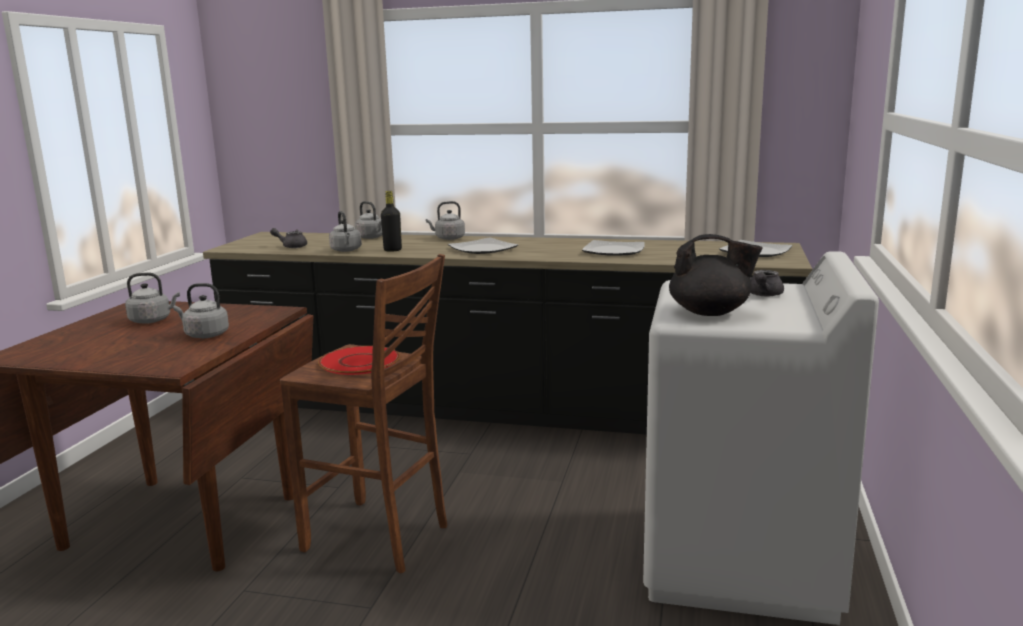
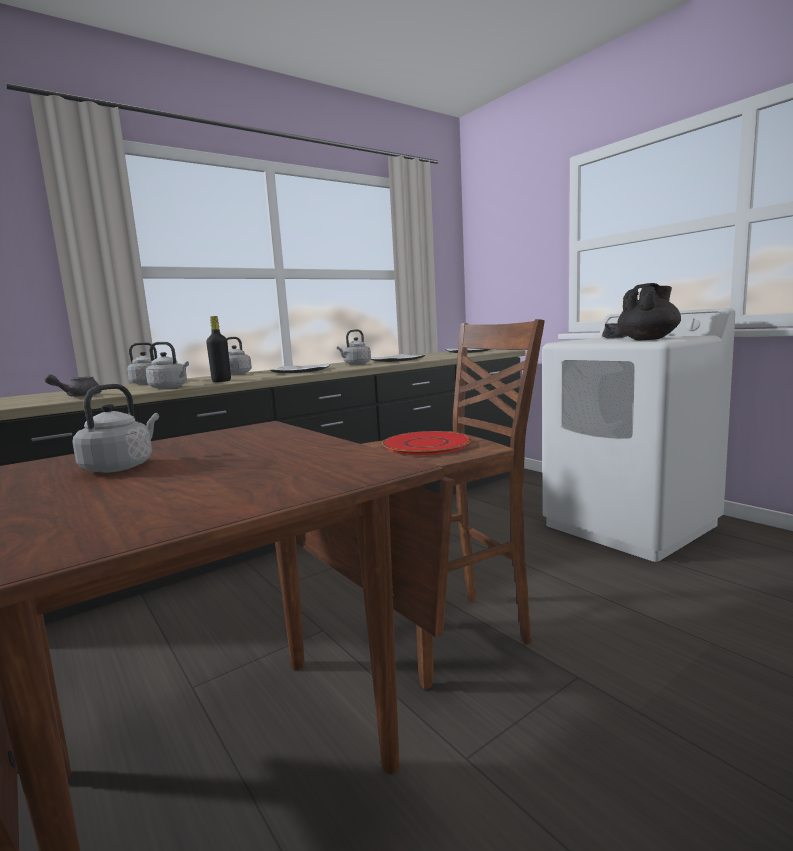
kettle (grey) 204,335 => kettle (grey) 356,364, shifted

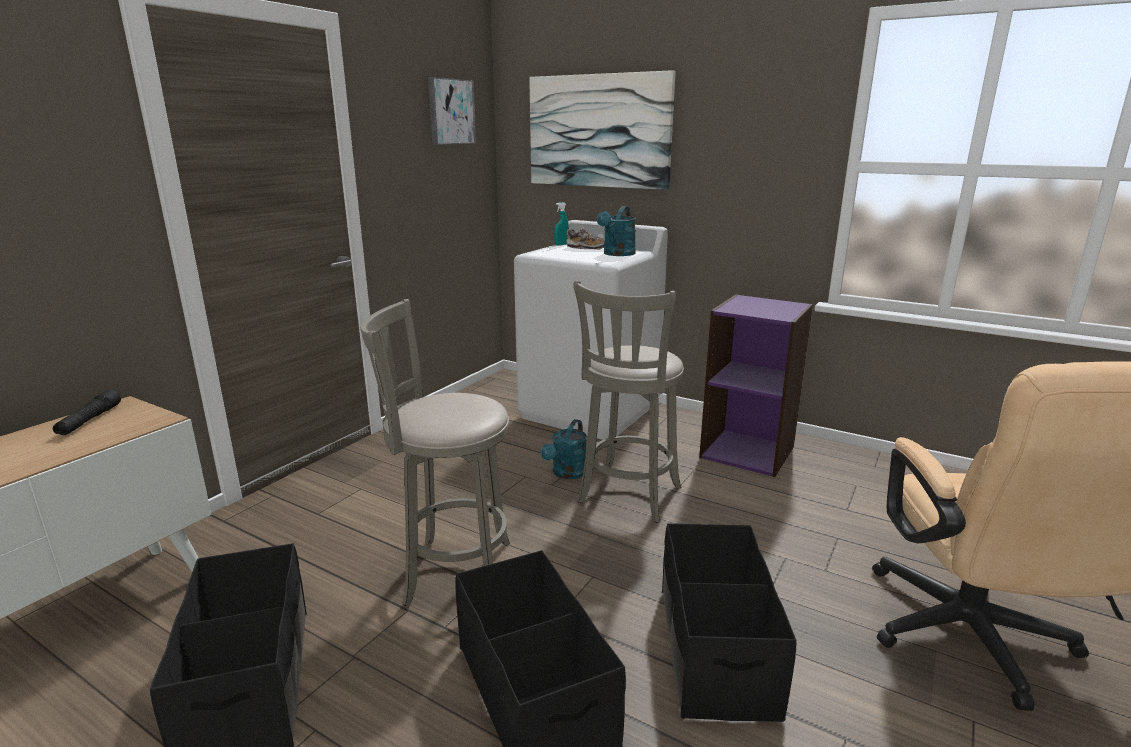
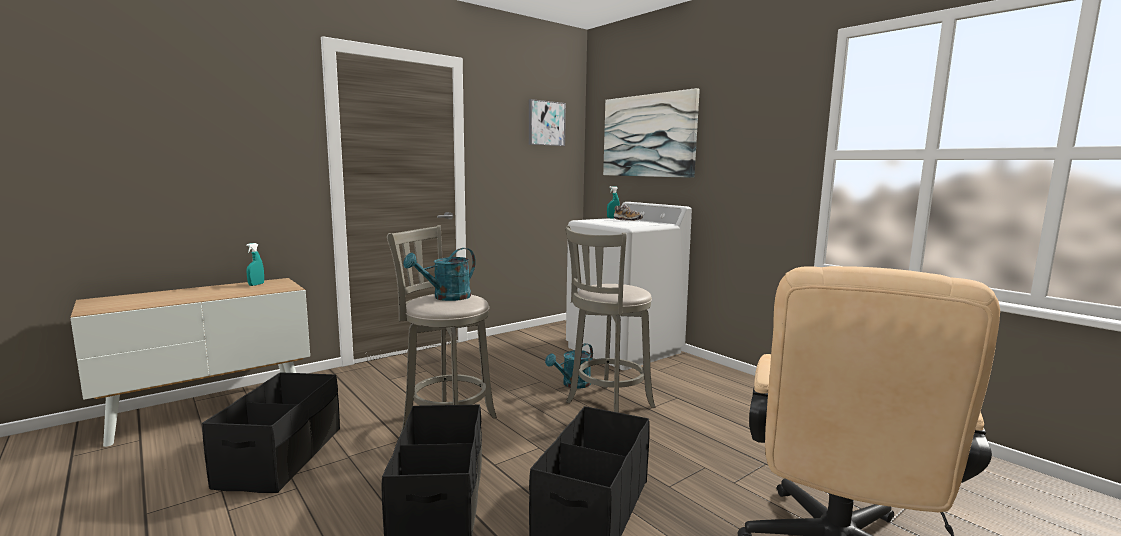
watering can (turquoise) 617,254 => watering can (turquoise) 446,298, shifted
bookcase (purple) 747,451 => nothing
flashlight (black) 90,420 => spray bottle (turquoise) 256,284

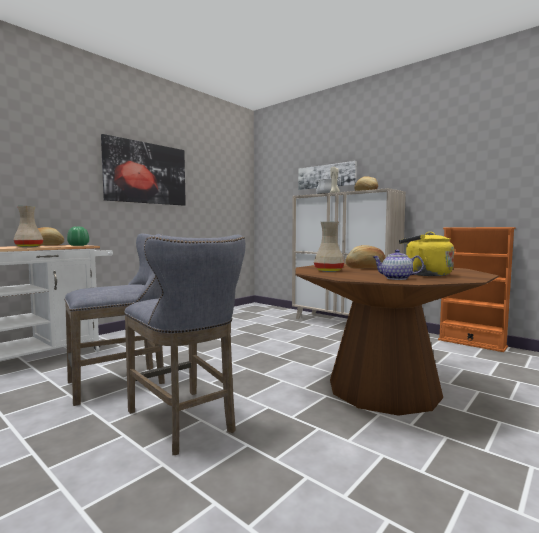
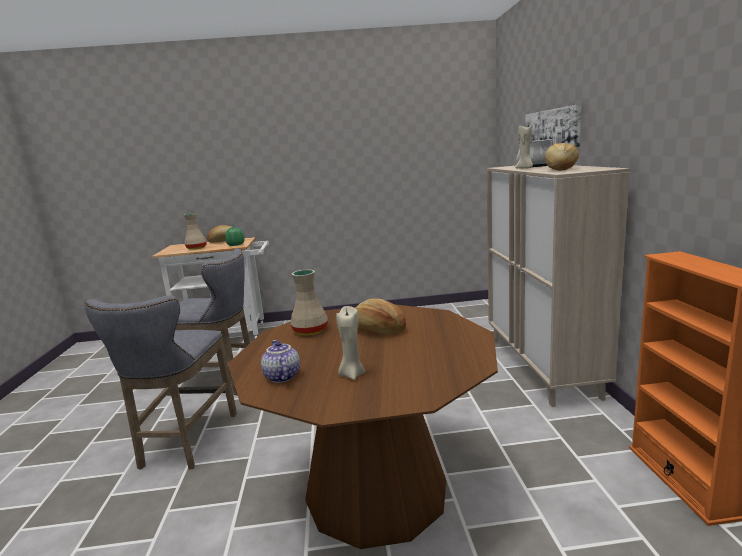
picture 146,173 => nothing
kettle (yellow) 424,274 => candle (beige) 351,374

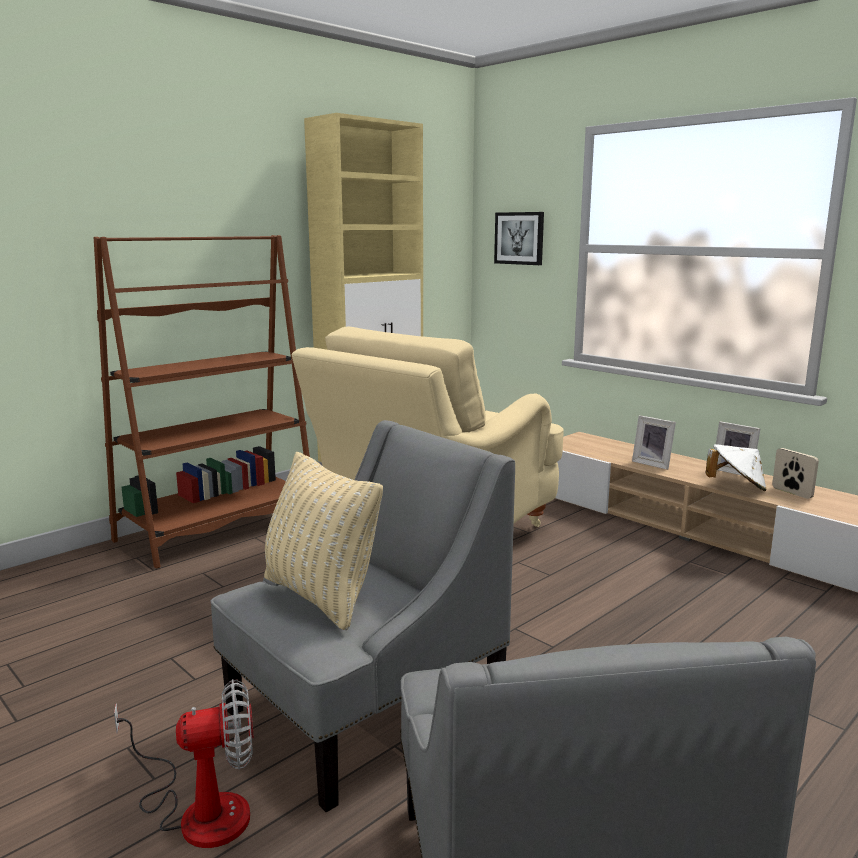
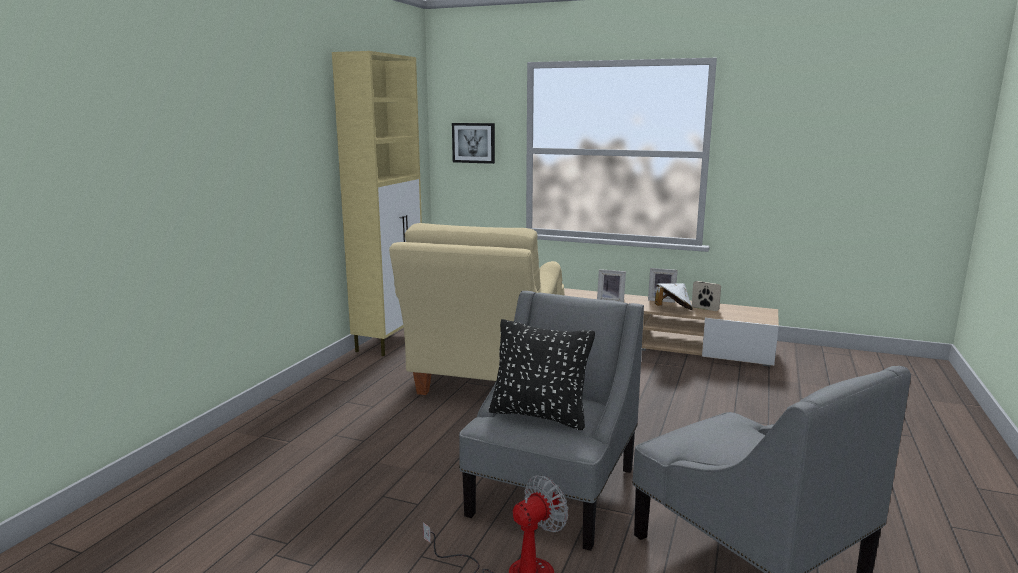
bookcase (brown) 219,529 => nothing
pillow (beige) 320,596 => pillow (black) 539,416

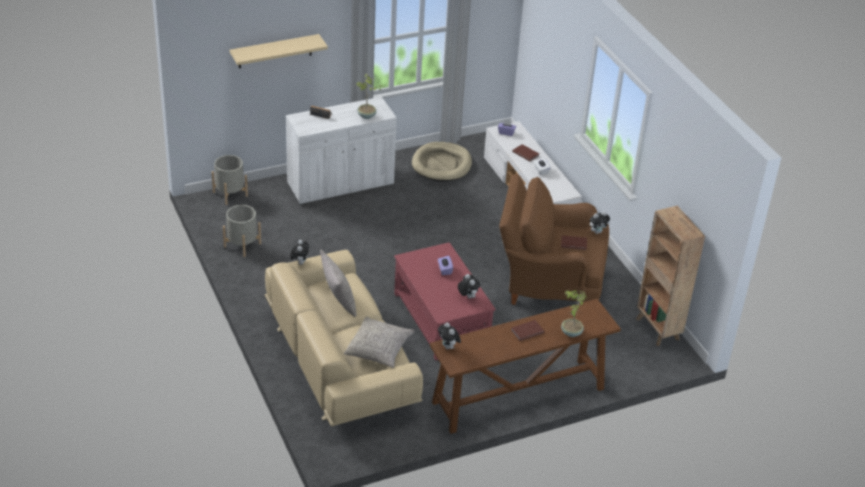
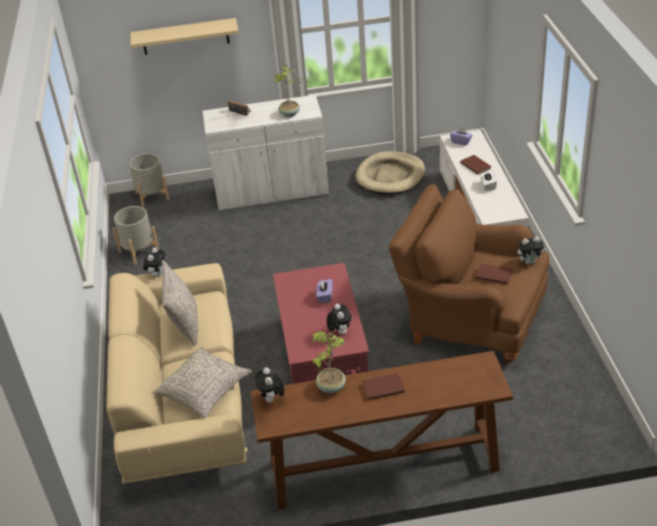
bookcase (brown) 657,330 => nothing
potted plant 570,333 => potted plant 330,387, shifted

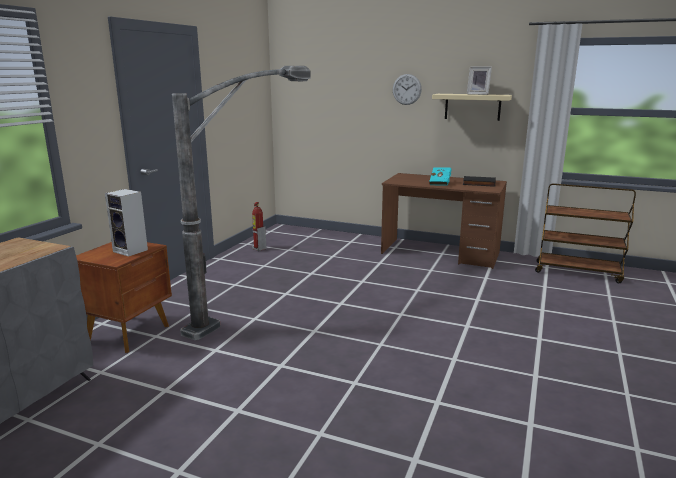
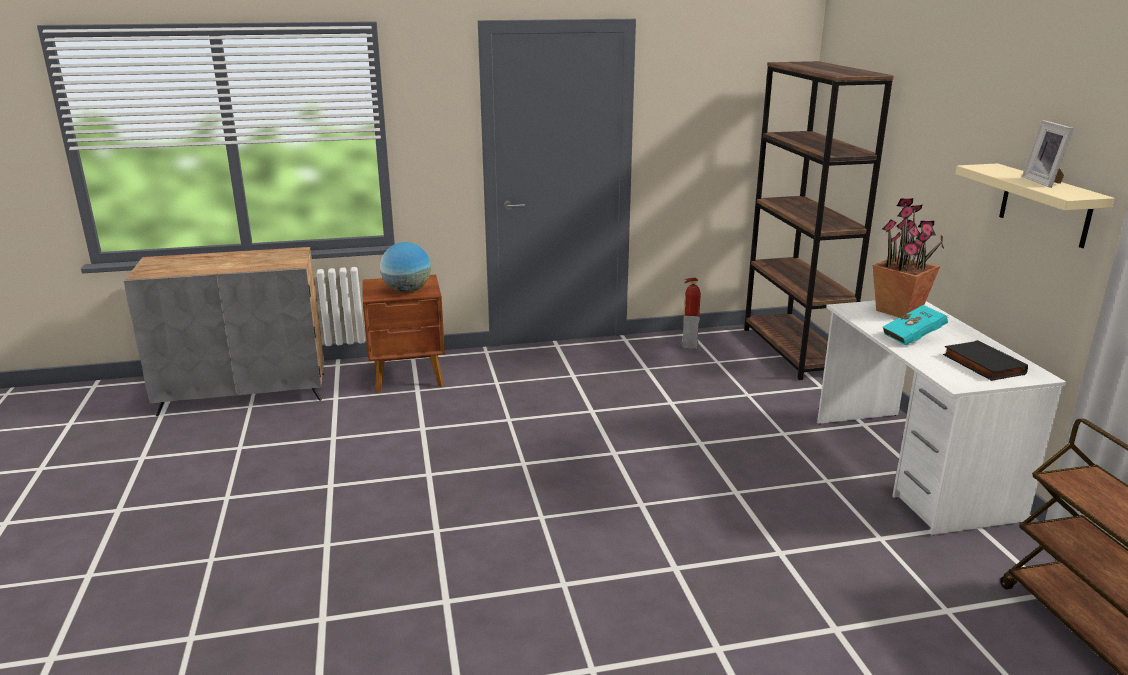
floor lamp 257,298 => nothing
wall clock 407,89 => nothing
desk (brown) 440,253 => desk (white) 911,468
speaker 131,251 => globe 407,291
nothing => bookcase (brown) 793,351
nothing => potted plant 899,311

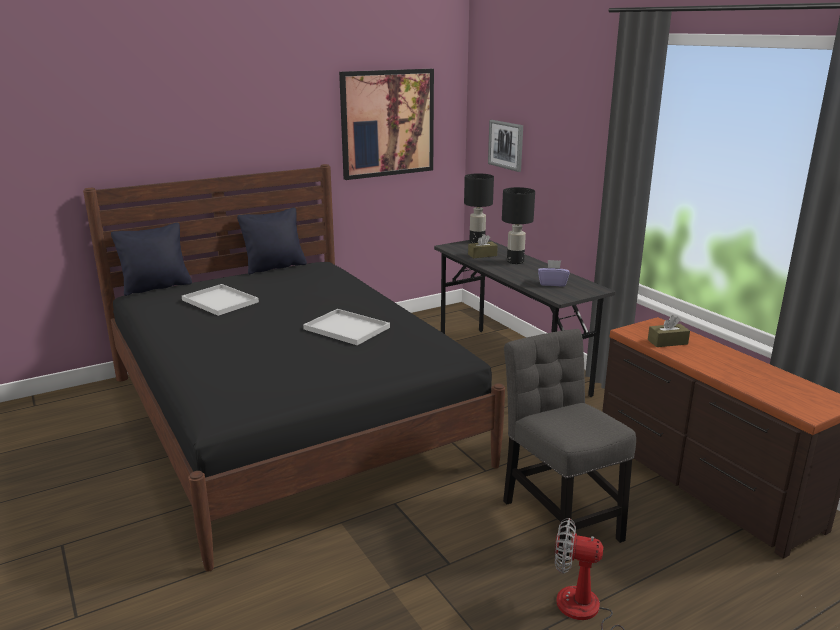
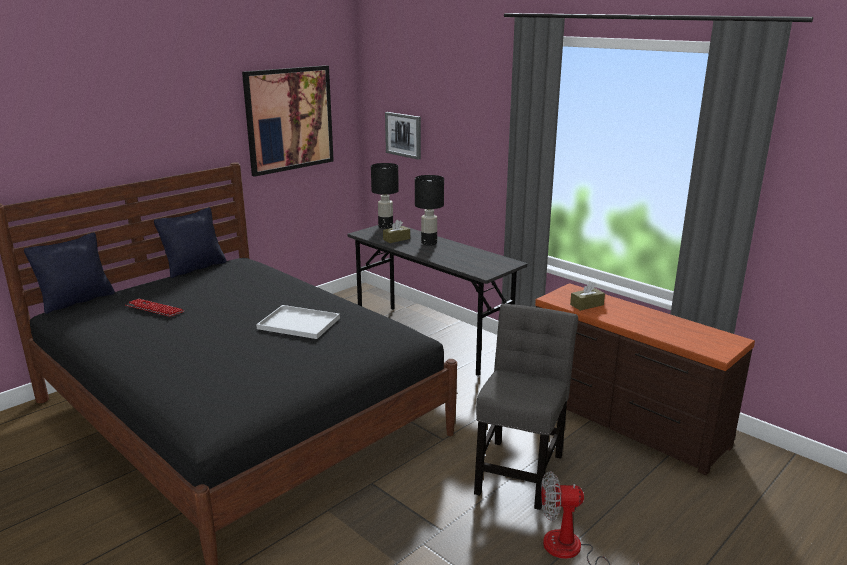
tissue box (purple) 552,283 => nothing
tray (white) 218,301 => keyboard 154,309
chair (grey) 559,515 => chair (grey) 520,469, 60 degrees clockwise

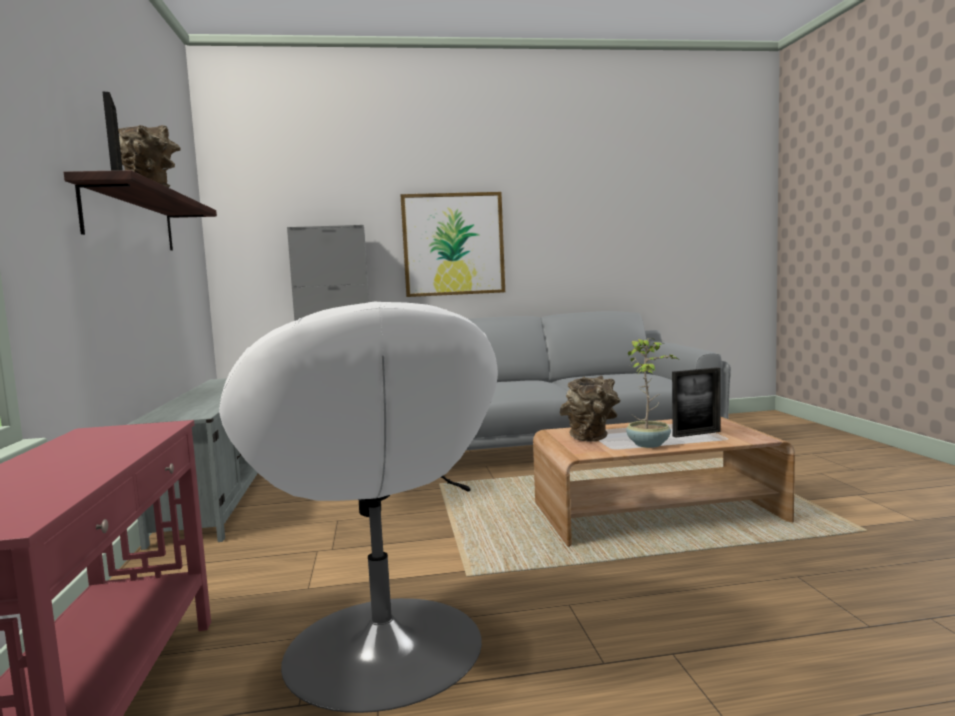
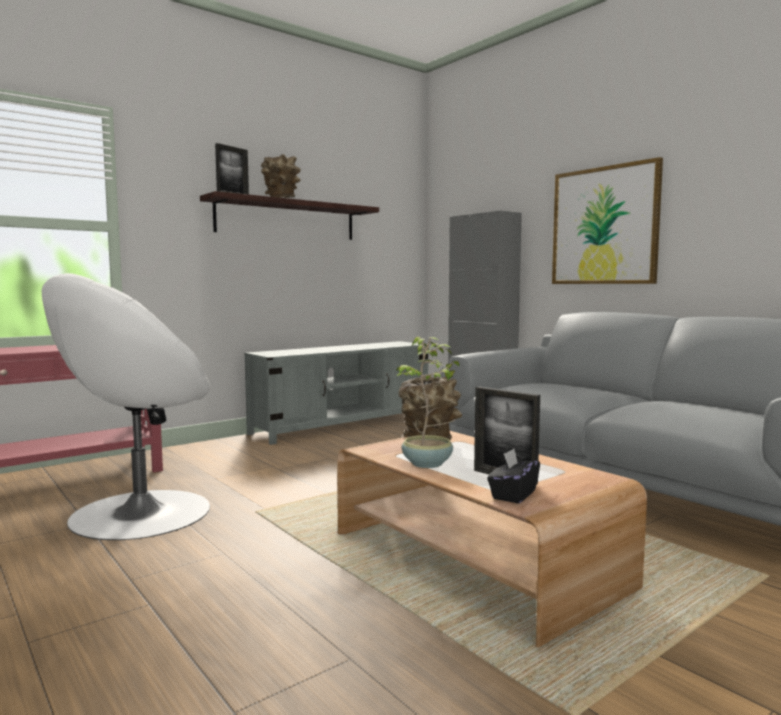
nothing => tissue box (black) 513,495

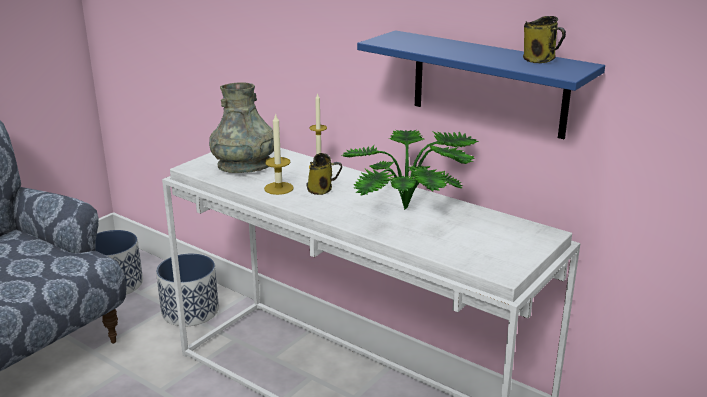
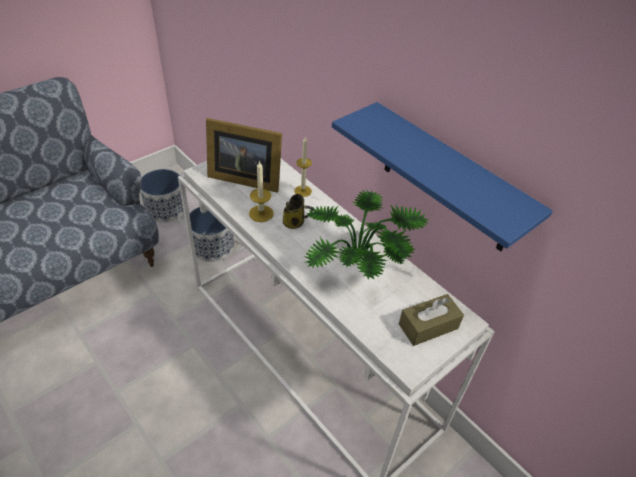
mug 540,60 => nothing
vase (grey) 245,165 => picture frame 243,177
nothing => tissue box (brown) 428,326

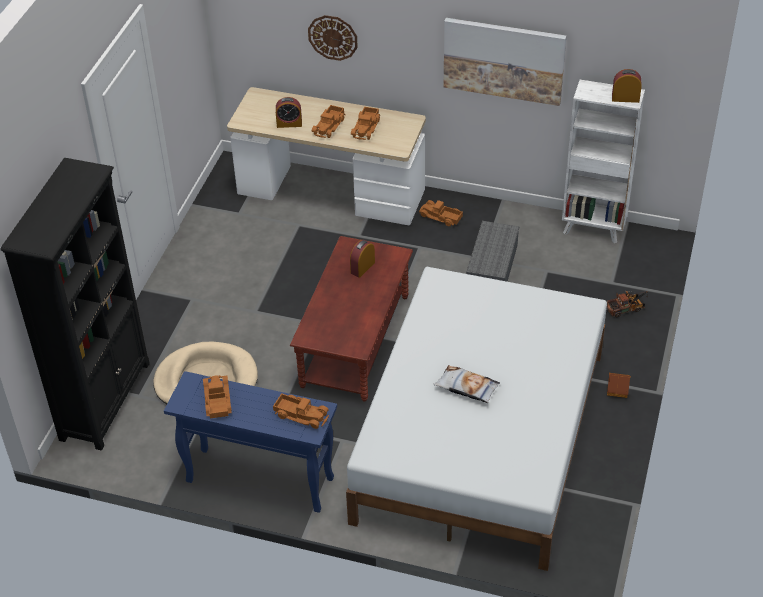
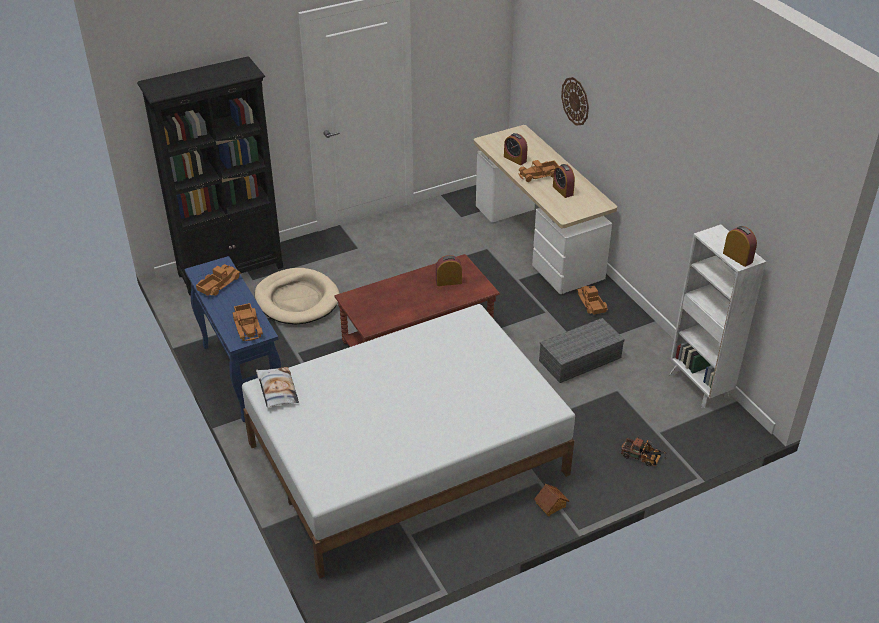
picture 504,60 => nothing
toy truck 366,128 => alarm clock 563,190
pillow 466,388 => pillow 277,390, shifted

